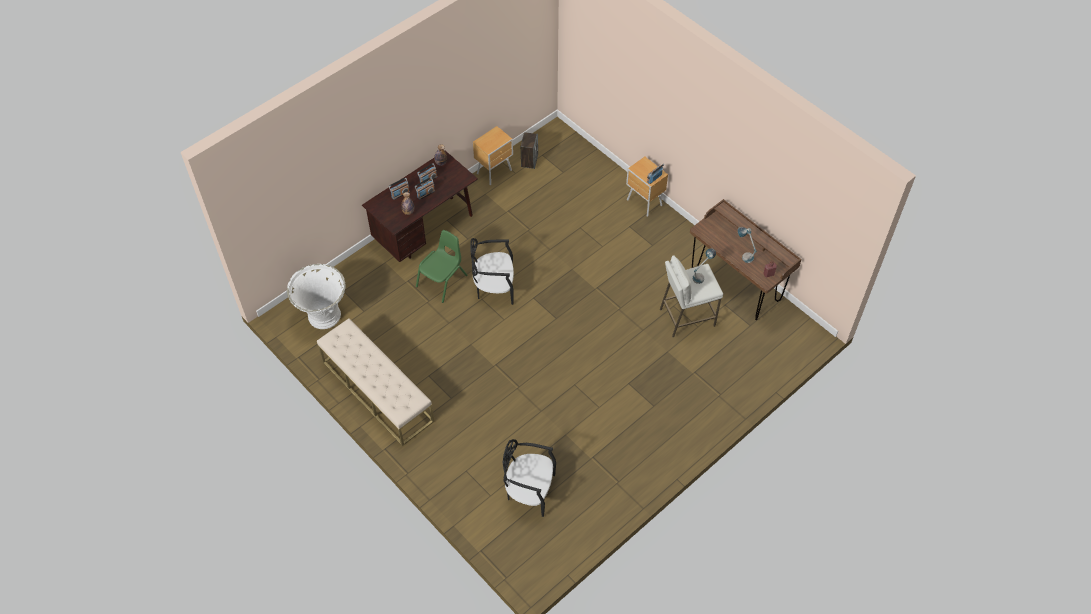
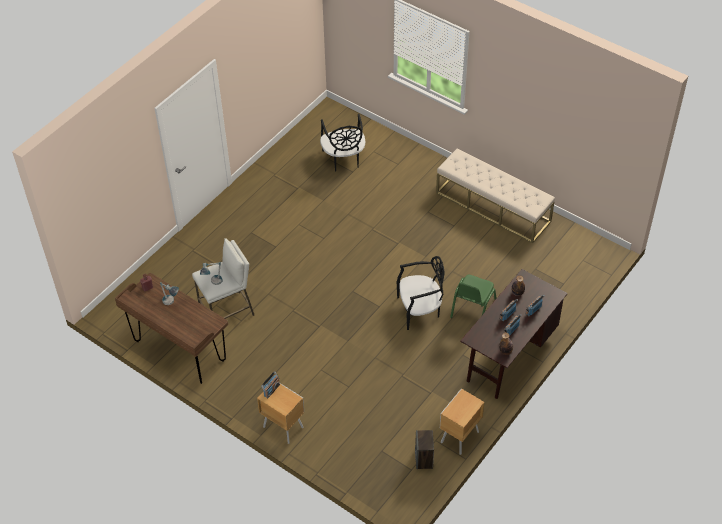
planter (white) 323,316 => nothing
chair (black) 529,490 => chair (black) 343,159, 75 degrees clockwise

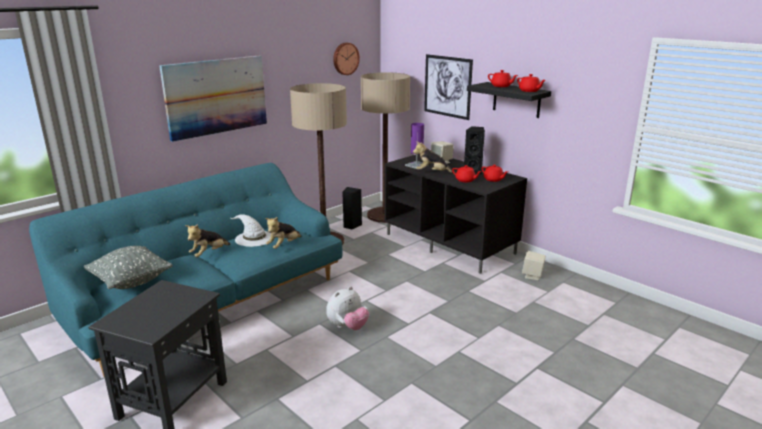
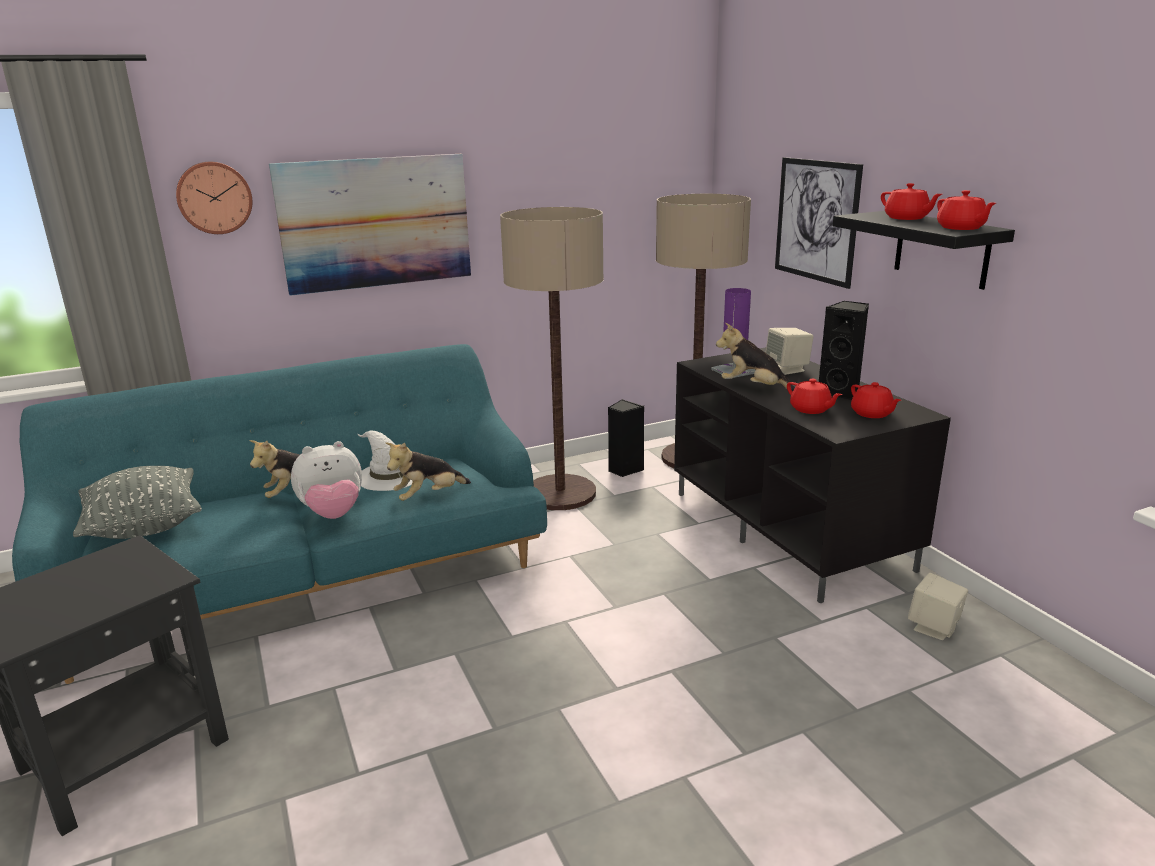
wall clock 345,58 => wall clock 214,197, shifted
plush toy 348,327 => plush toy 333,514, shifted

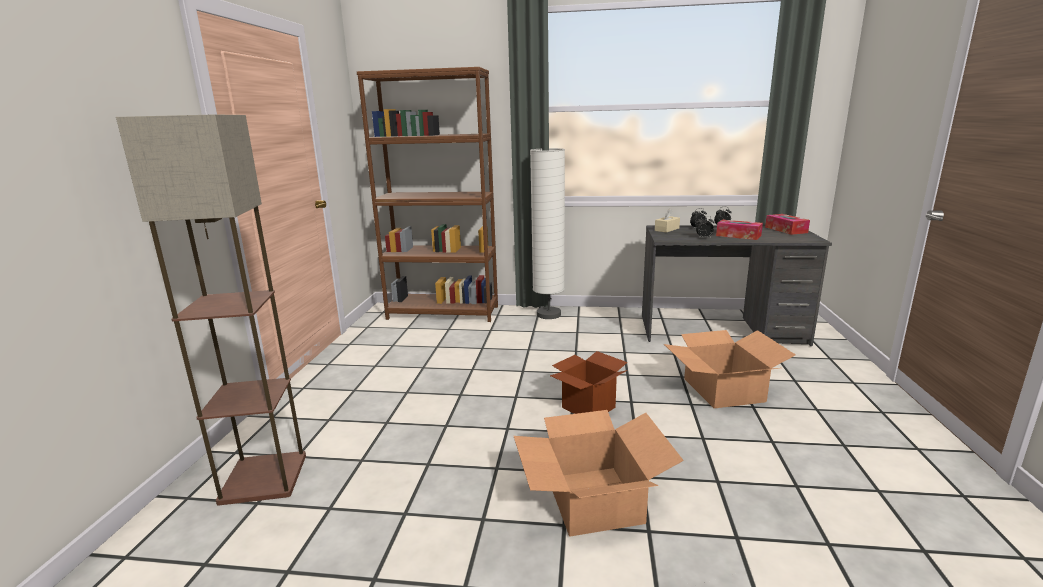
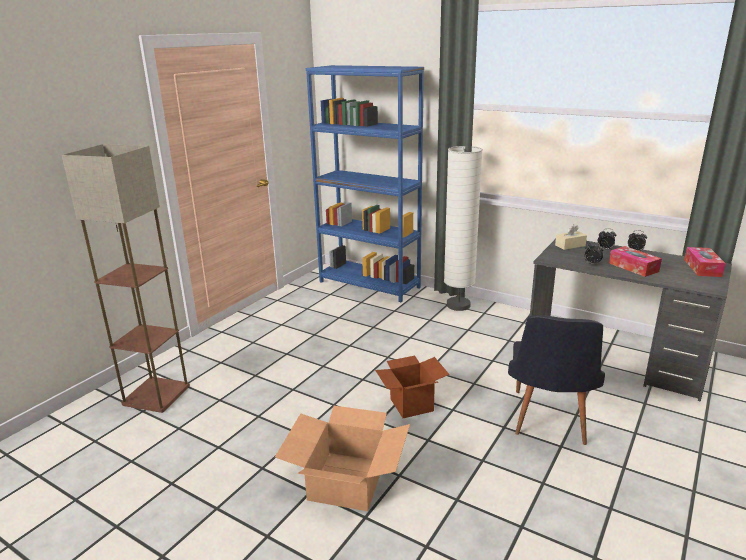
bookcase (brown) 443,313 => bookcase (blue) 369,284
cardboard box 722,390 => chair (black) 548,422

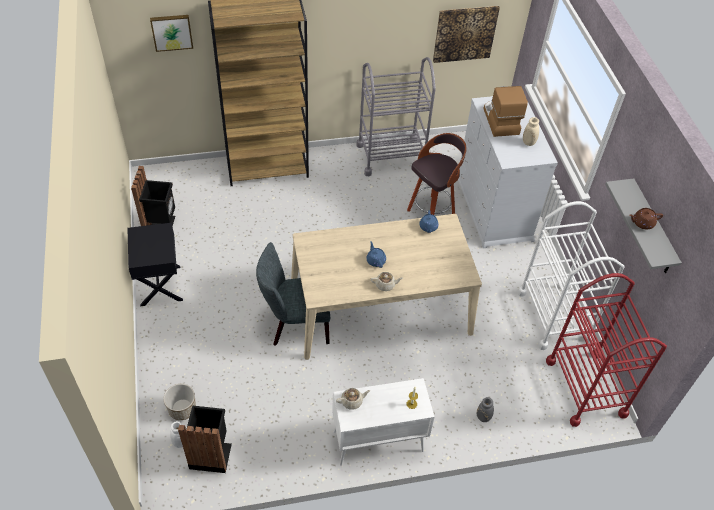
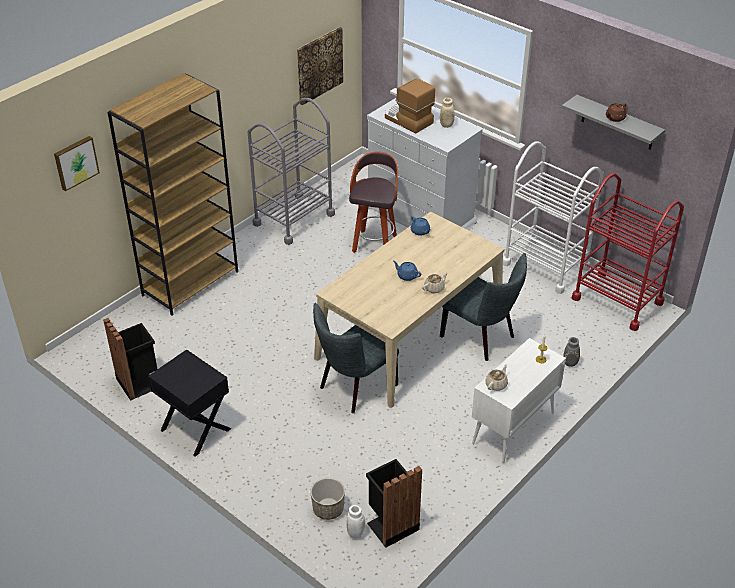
nothing => chair (grey) 481,337

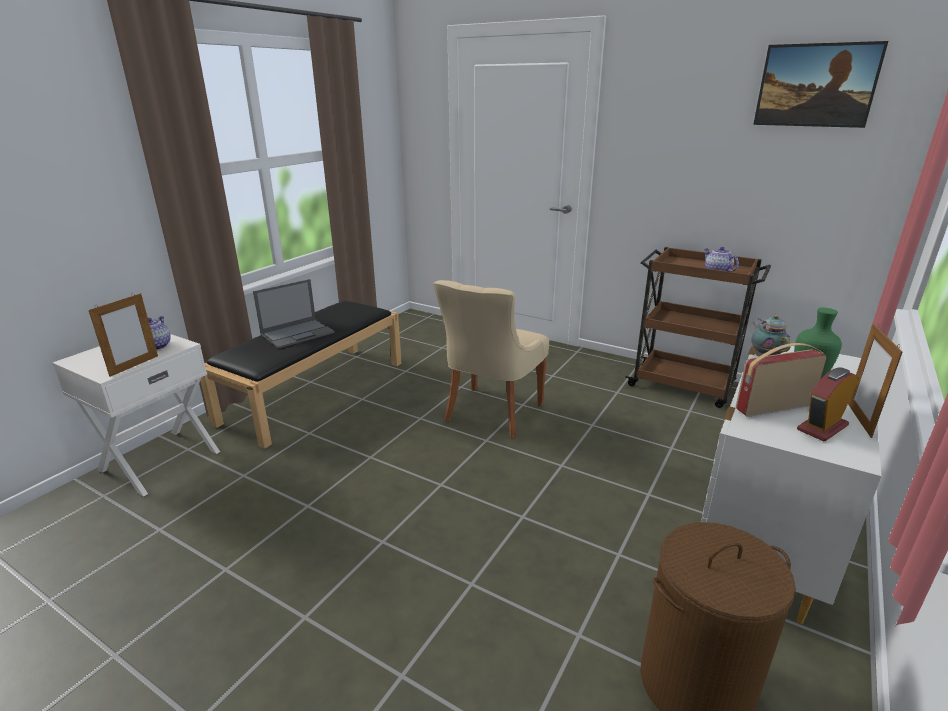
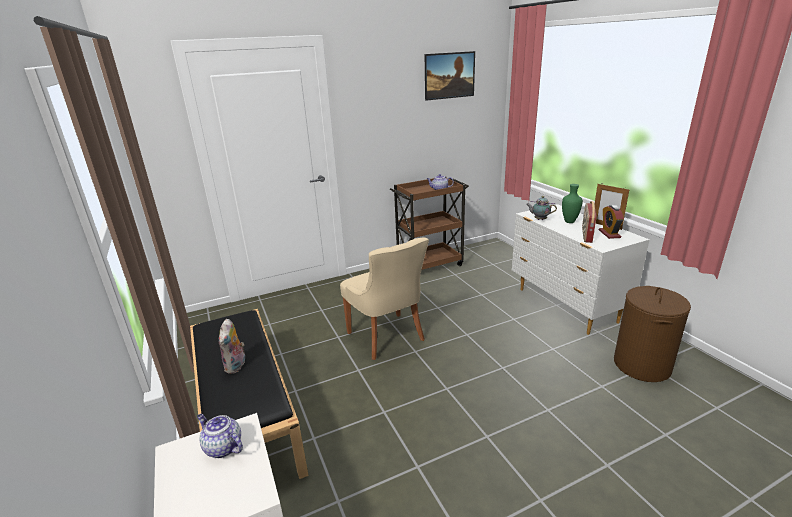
laptop 298,333 => plush toy 236,366
picture frame 134,366 => nothing

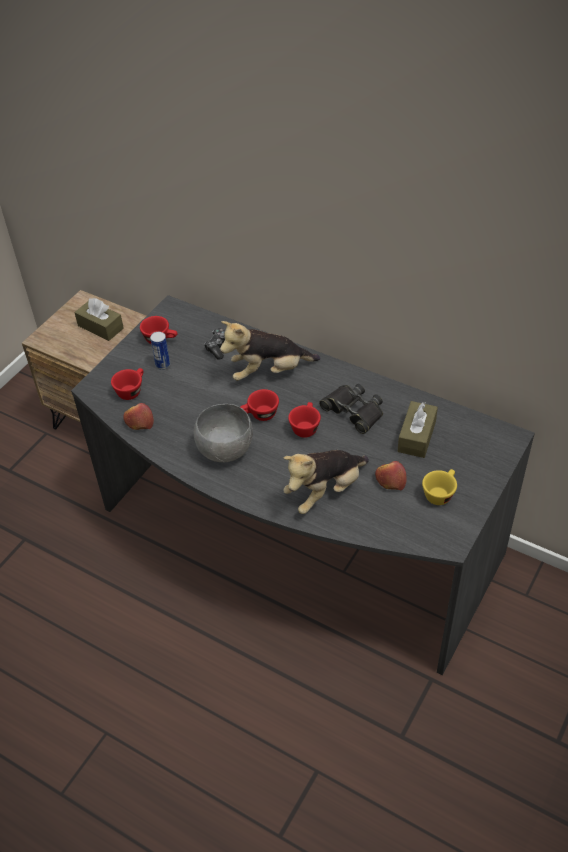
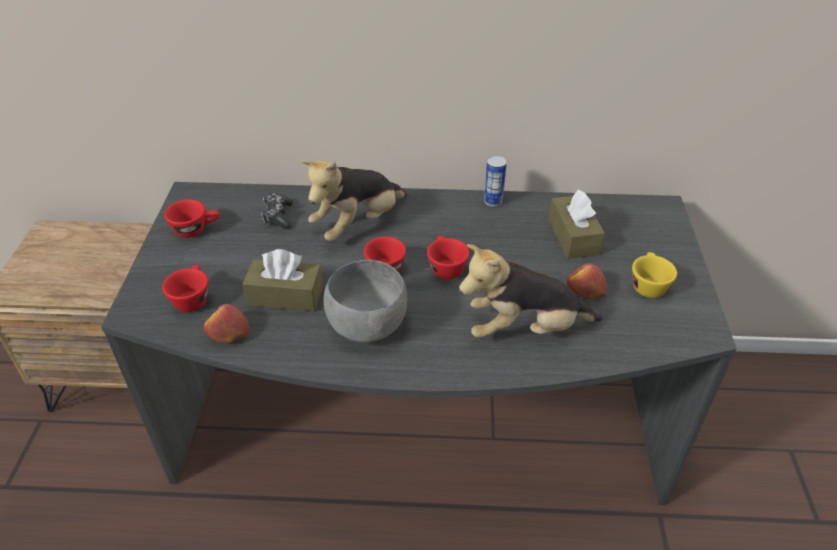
tissue box (brown) 100,327 => tissue box (brown) 285,296, shifted
can 163,365 => can 493,202, shifted
binoculars (black) 353,411 => nothing
plush toy 325,491 => plush toy 524,329, 60 degrees clockwise

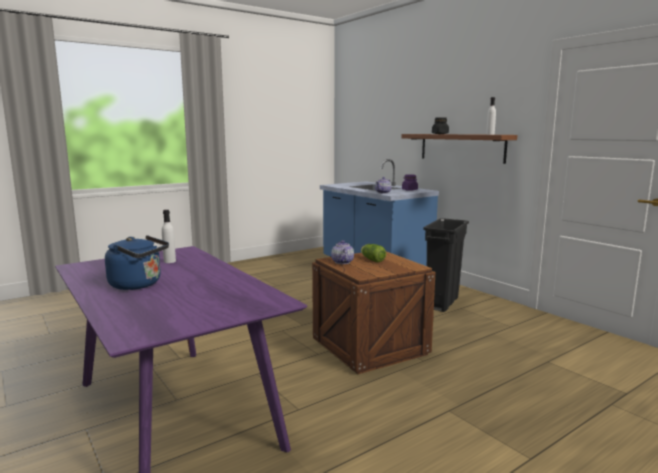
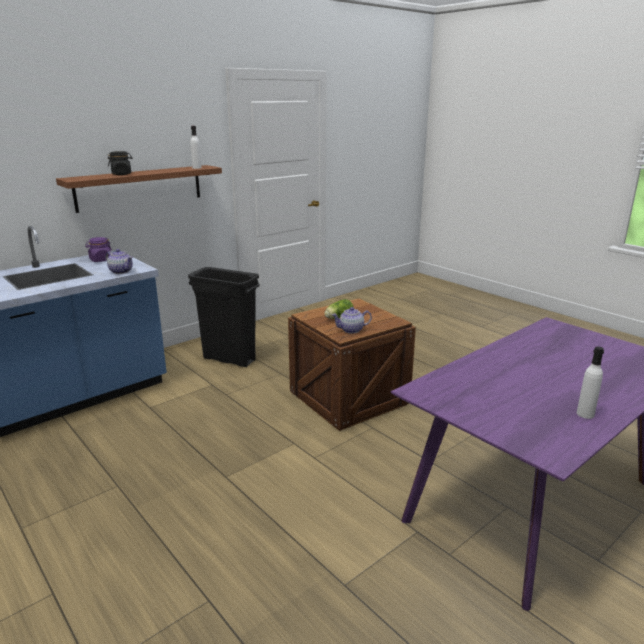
bottle (white) 169,261 => bottle (white) 585,414, shifted
kettle (blue) 138,285 => nothing

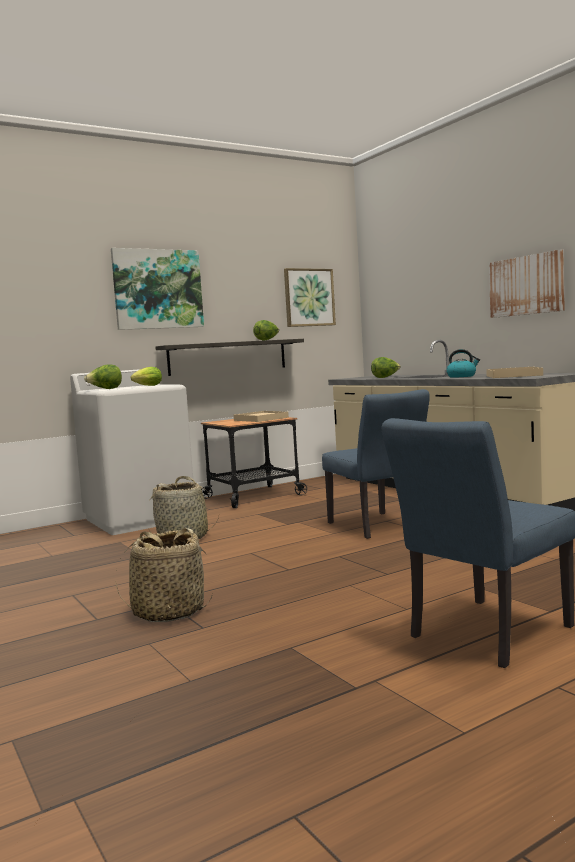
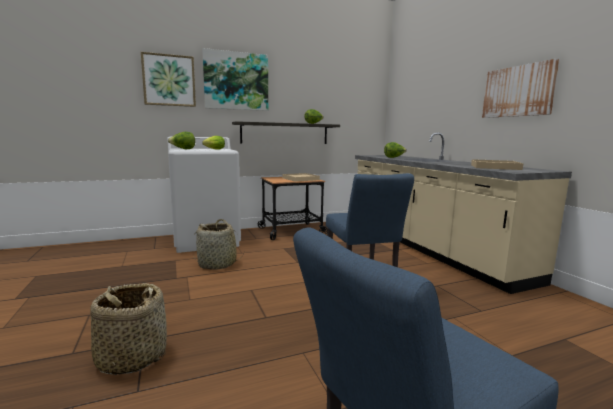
picture 309,297 => picture 169,80, shifted
kettle 462,376 => nothing

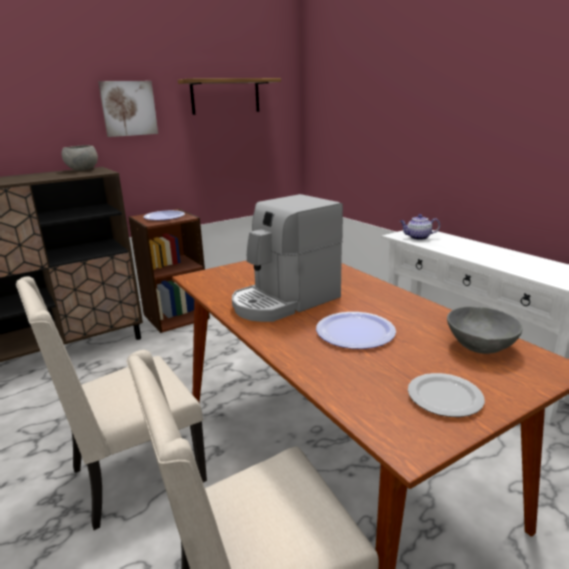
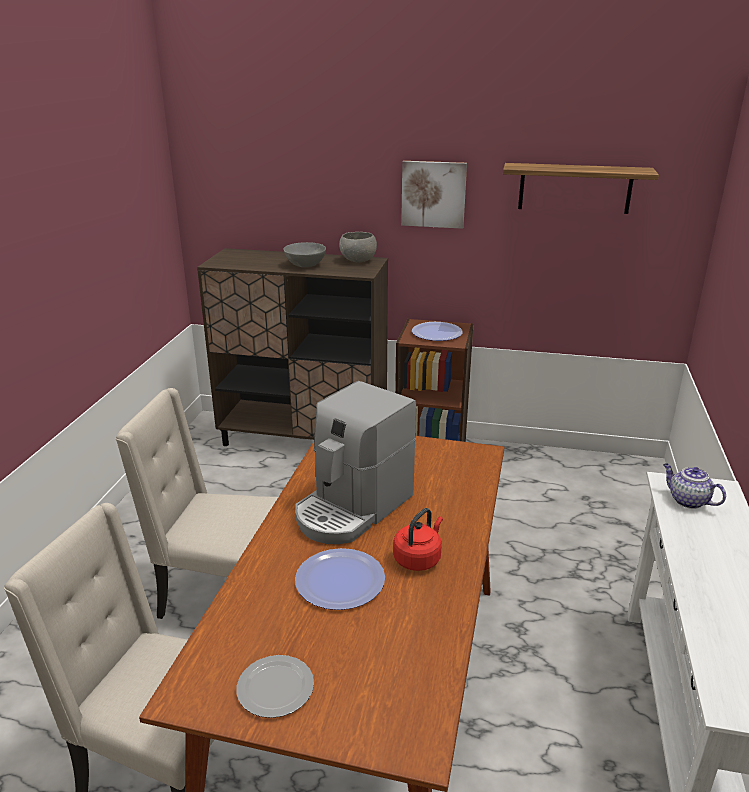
coffee machine 285,301 => coffee machine 352,508, 60 degrees counterclockwise
bowl (grey) 480,346 => bowl (grey) 305,265, shifted
nothing => kettle (red) 418,558

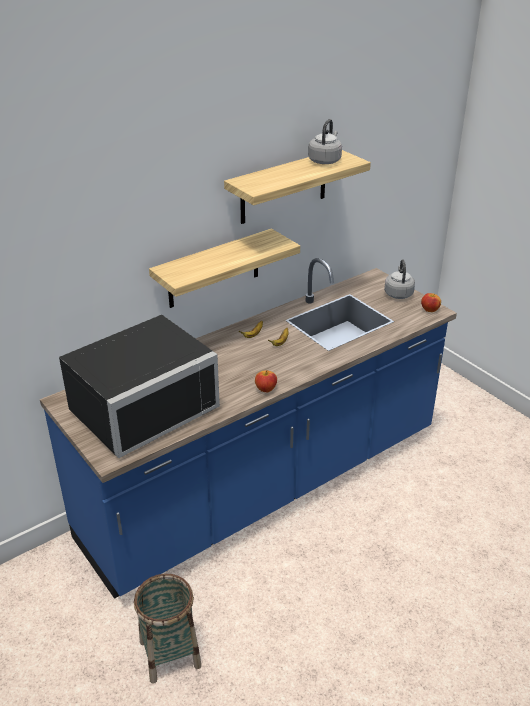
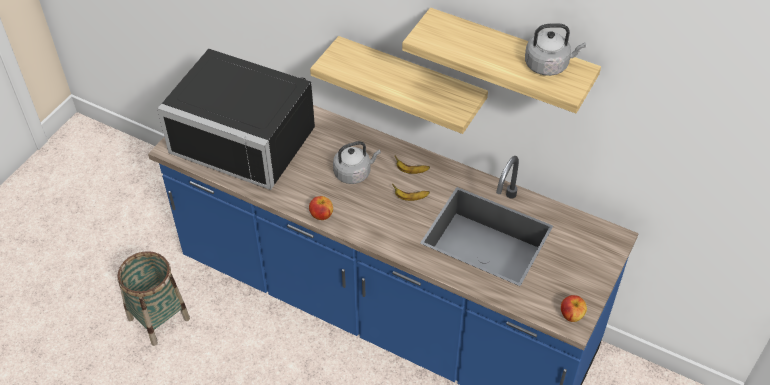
kettle (grey) 398,293 => kettle (grey) 354,173, shifted

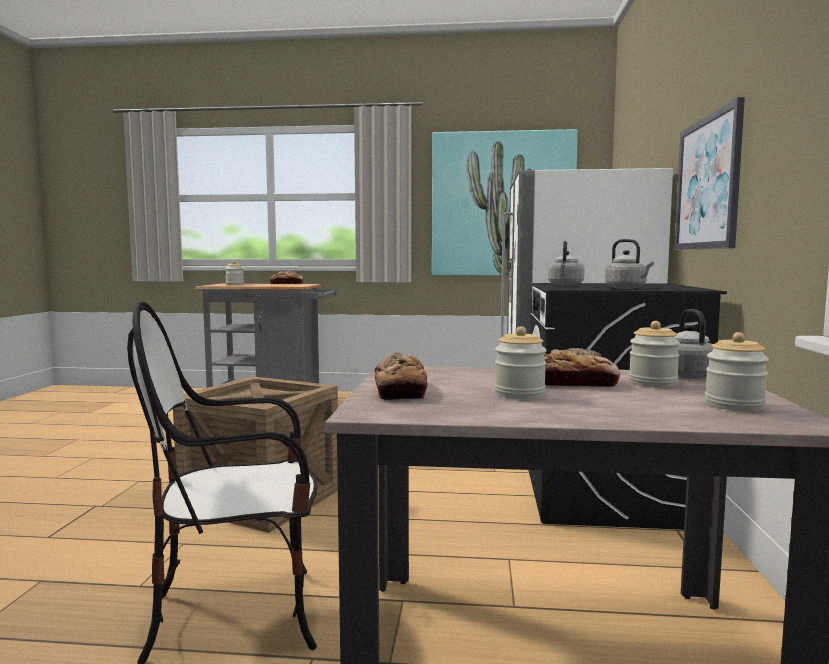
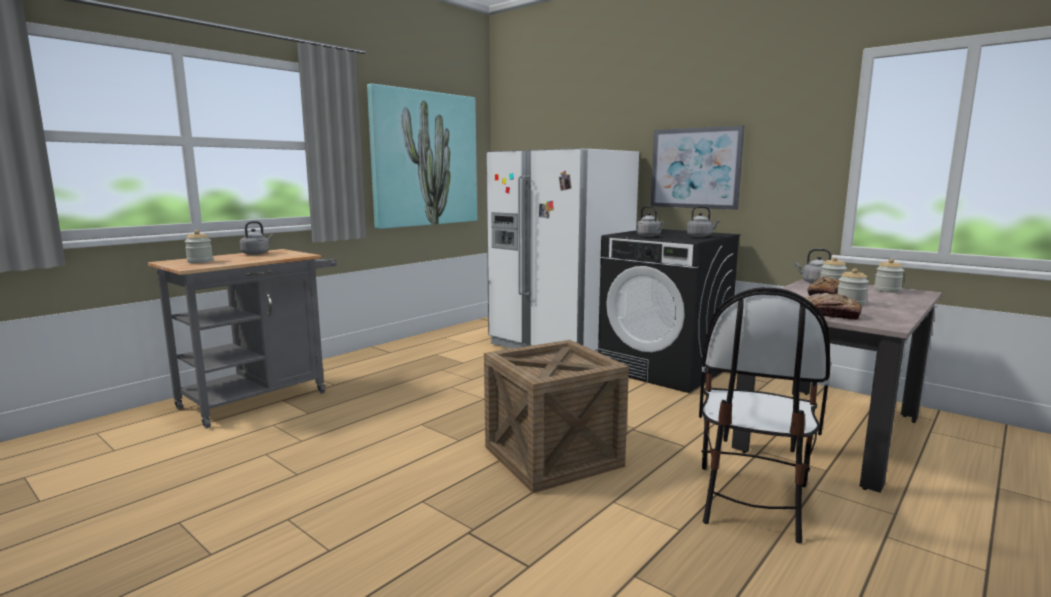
bread 287,284 => kettle (grey) 257,253

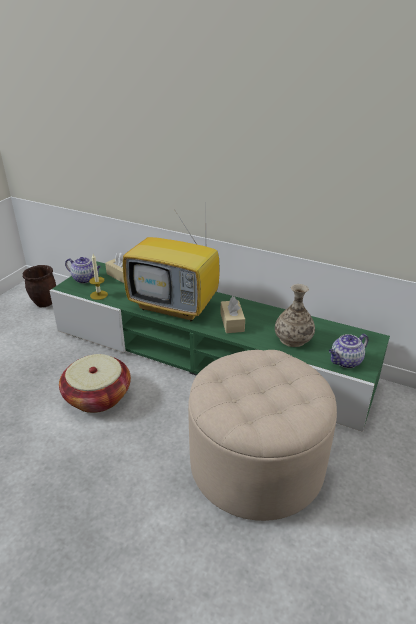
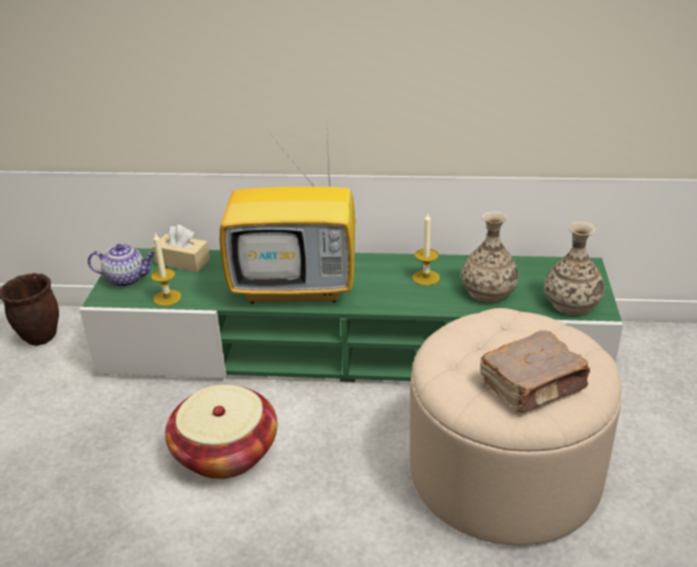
tissue box (beige) 232,322 => nothing
teapot 345,362 => vase 571,304
nothing => candle 426,277
nothing => book (brown) 534,385

